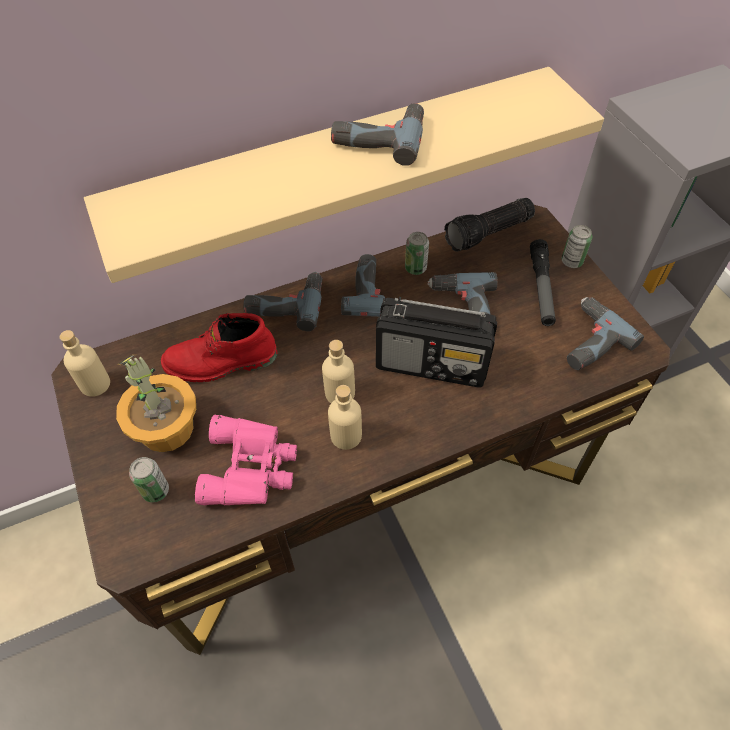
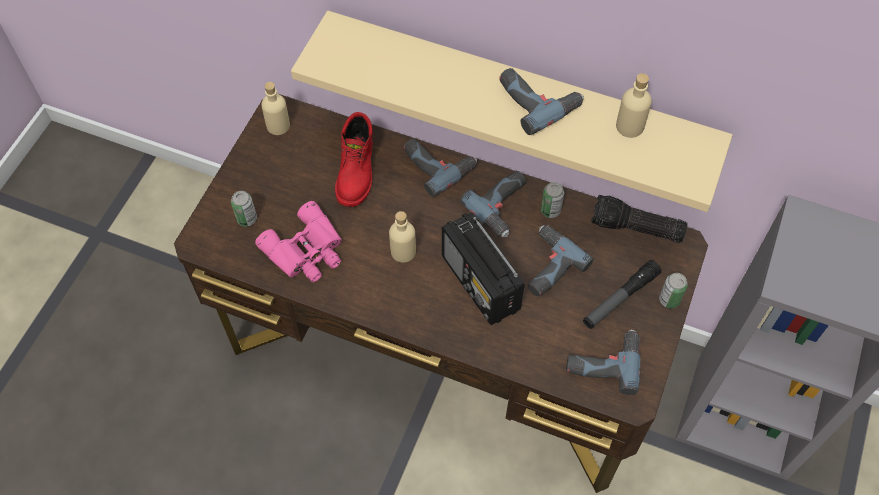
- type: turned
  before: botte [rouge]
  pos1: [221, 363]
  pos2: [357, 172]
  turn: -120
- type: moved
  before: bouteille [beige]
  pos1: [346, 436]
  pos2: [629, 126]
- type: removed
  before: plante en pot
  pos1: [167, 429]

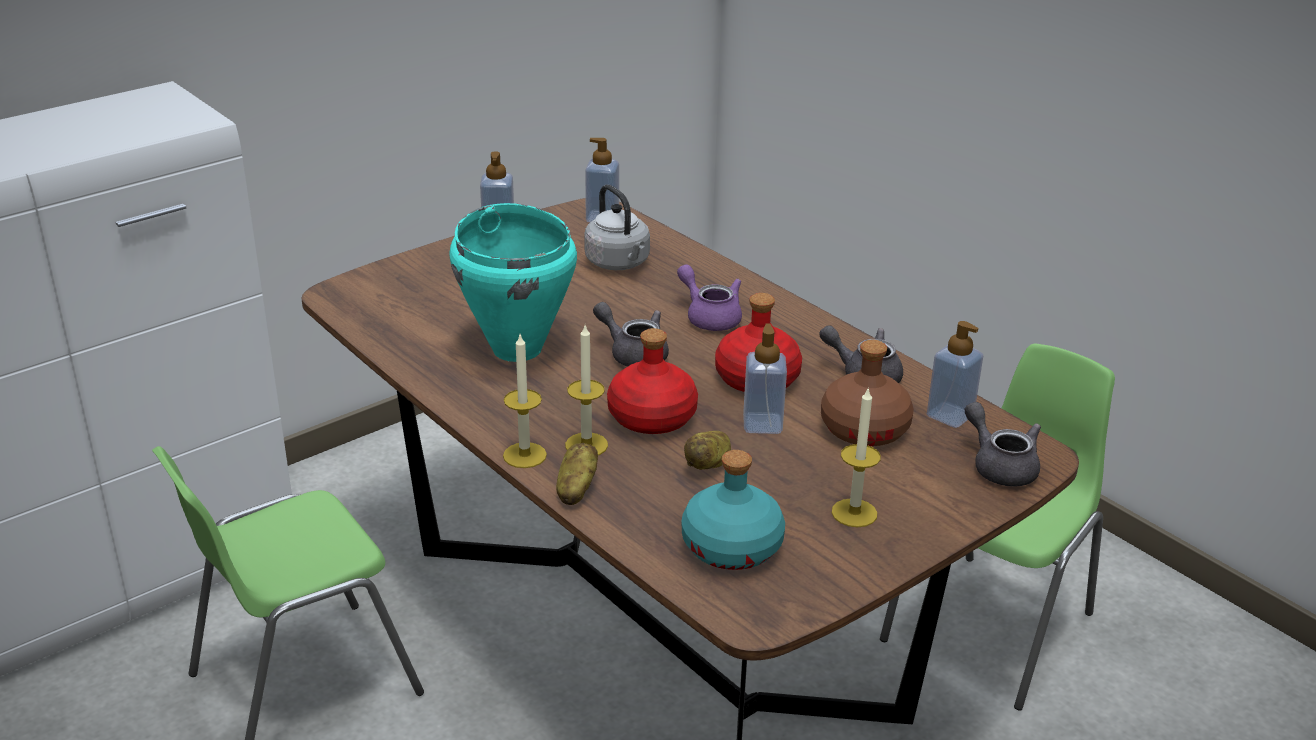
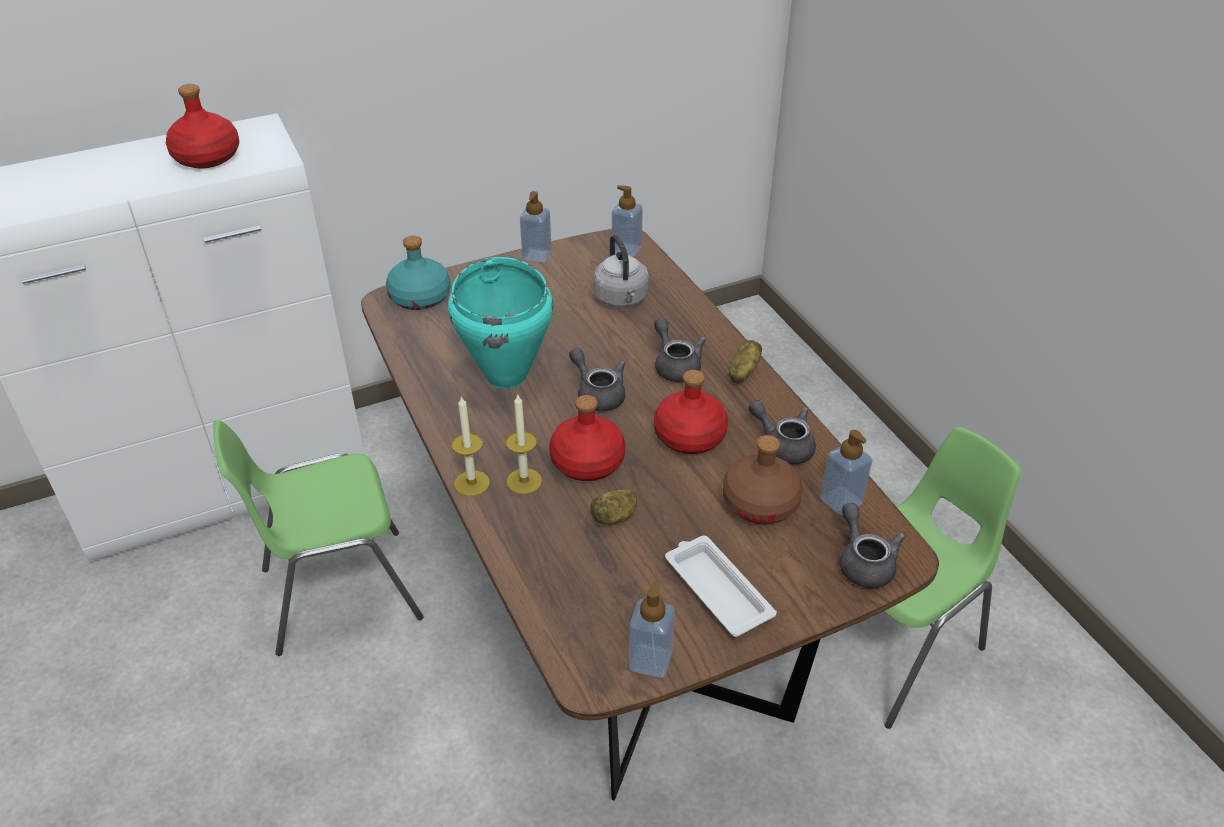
- type: added
  after: bouteille [rouge]
  pos2: [208, 157]
- type: moved
  before: bouteille [turquoise]
  pos1: [732, 548]
  pos2: [420, 298]
- type: moved
  before: distributeur de savon
  pos1: [762, 424]
  pos2: [650, 660]
- type: recoloured
  before: théière [violet]
  after: théière [gris]
  pos1: [709, 317]
  pos2: [675, 365]
- type: replaced
  before: bougie
  after: plateau [blanc]
  pos1: [854, 513]
  pos2: [716, 589]
- type: moved
  before: pomme de terre
  pos1: [575, 489]
  pos2: [743, 372]

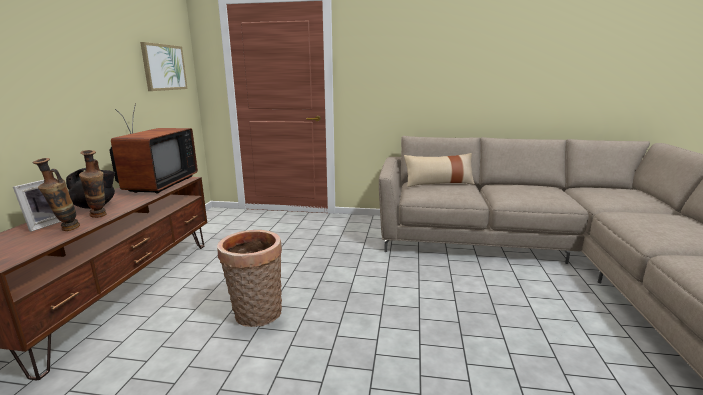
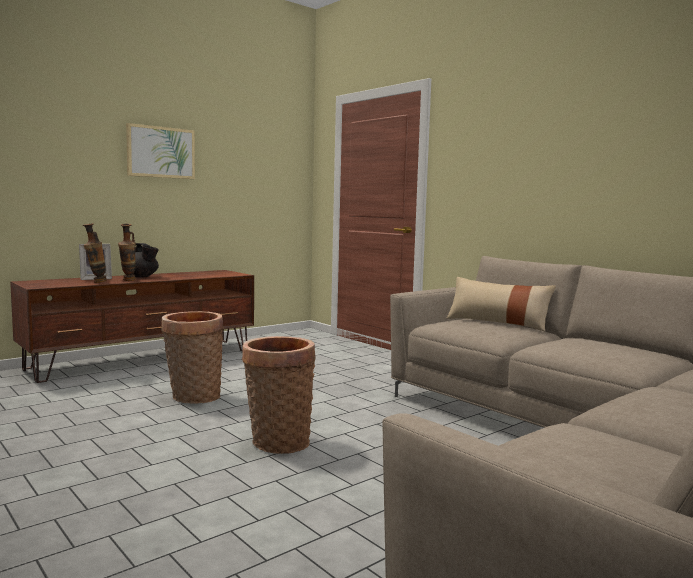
- type: moved
  before: tableau
  pos1: [164, 67]
  pos2: [161, 152]
- type: added
  after: panier
  pos2: [277, 442]
- type: removed
  before: téléviseur
  pos1: [157, 185]

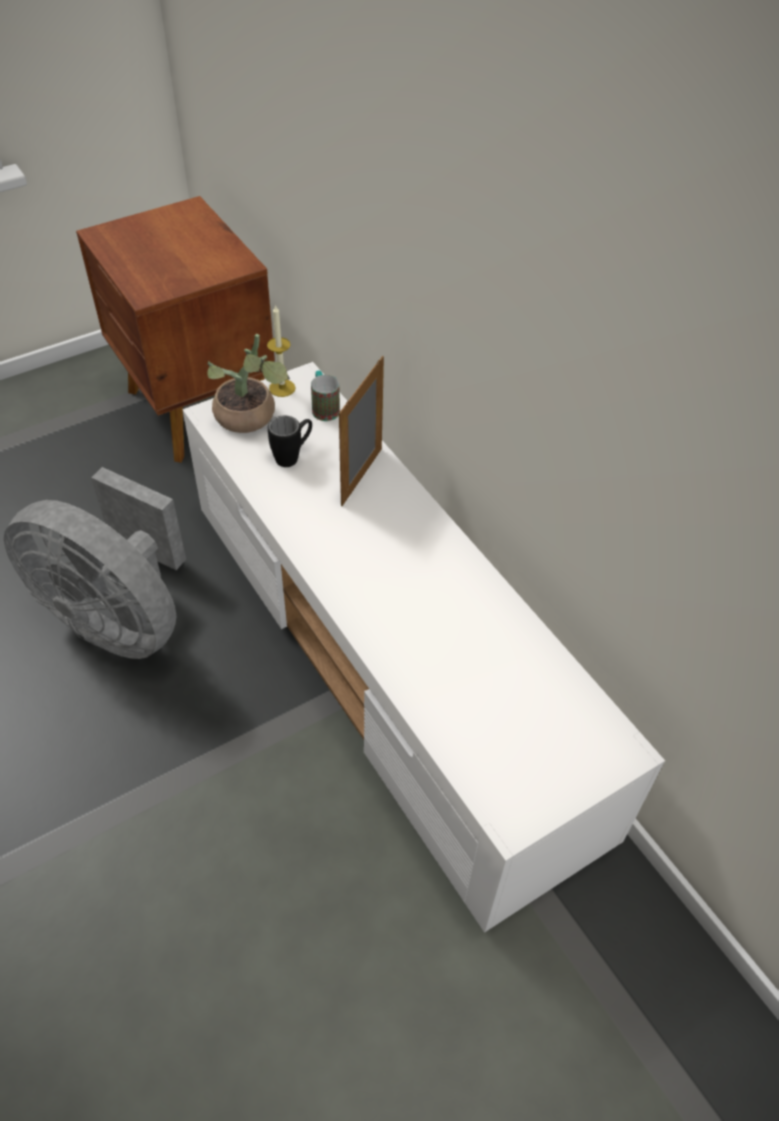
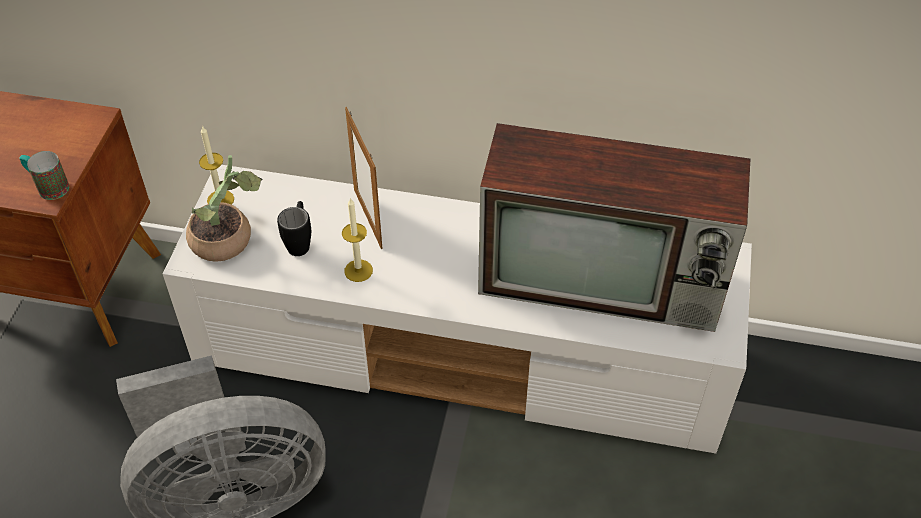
- type: moved
  before: mug
  pos1: [324, 407]
  pos2: [48, 186]
- type: added
  after: bougie
  pos2: [358, 270]
- type: added
  after: téléviseur
  pos2: [605, 280]

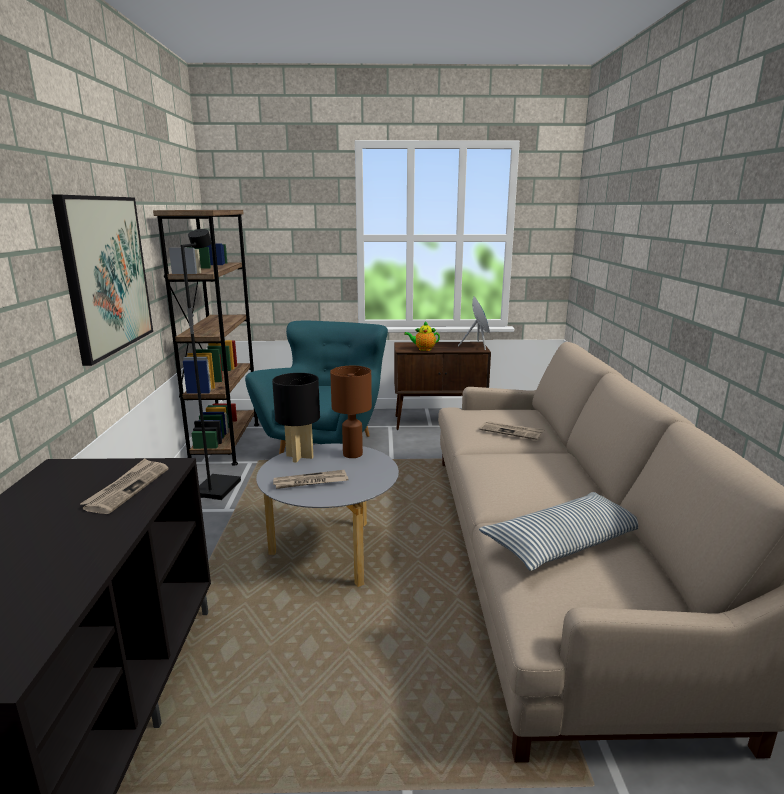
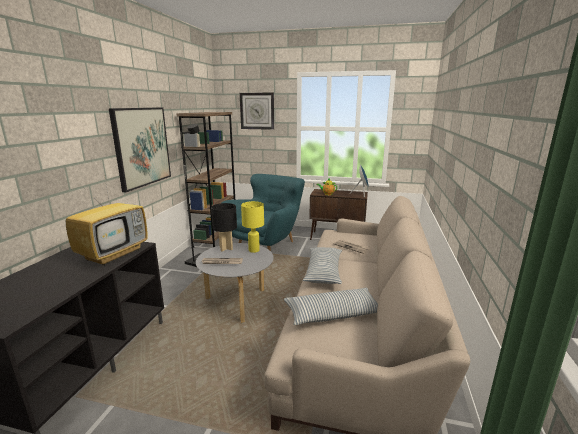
- type: replaced
  before: journal
  after: téléviseur
  pos1: [127, 488]
  pos2: [114, 254]
- type: added
  after: horloge murale
  pos2: [257, 111]
- type: recoloured
  before: lampe de table [marron]
  after: lampe de table [jaune]
  pos1: [352, 454]
  pos2: [254, 250]
- type: added
  after: coussin
  pos2: [323, 271]

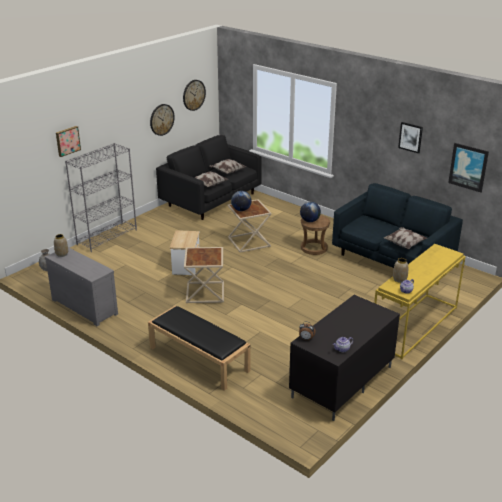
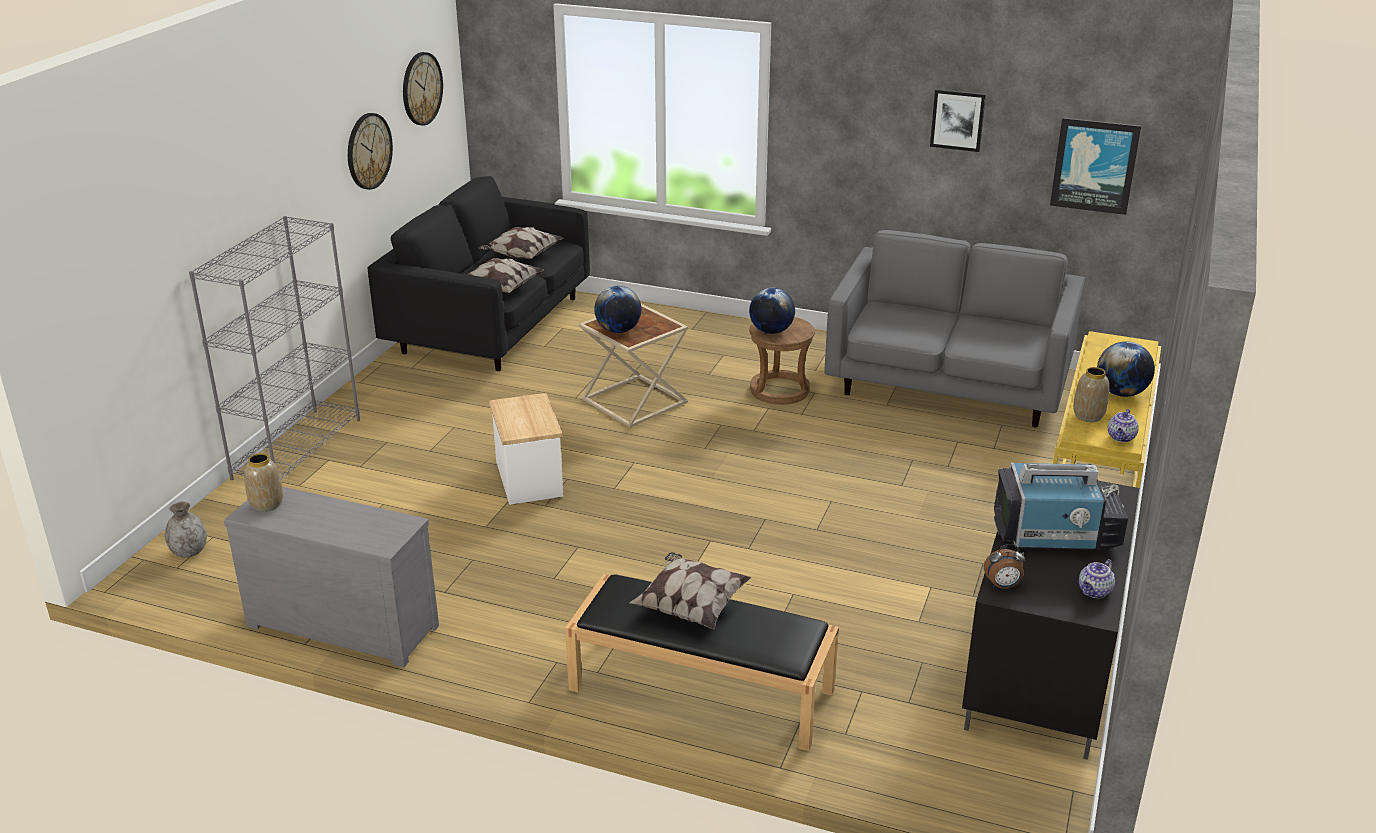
- type: moved
  before: coussin
  pos1: [404, 244]
  pos2: [691, 606]
- type: recoloured
  before: canapé [bleu]
  after: canapé [gris]
  pos1: [392, 259]
  pos2: [948, 384]
- type: added
  after: téléviseur
  pos2: [1056, 535]
- type: added
  after: globe
  pos2: [1121, 393]
- type: removed
  before: tableau
  pos1: [67, 141]
- type: removed
  before: table d'appoint [beige]
  pos1: [204, 292]

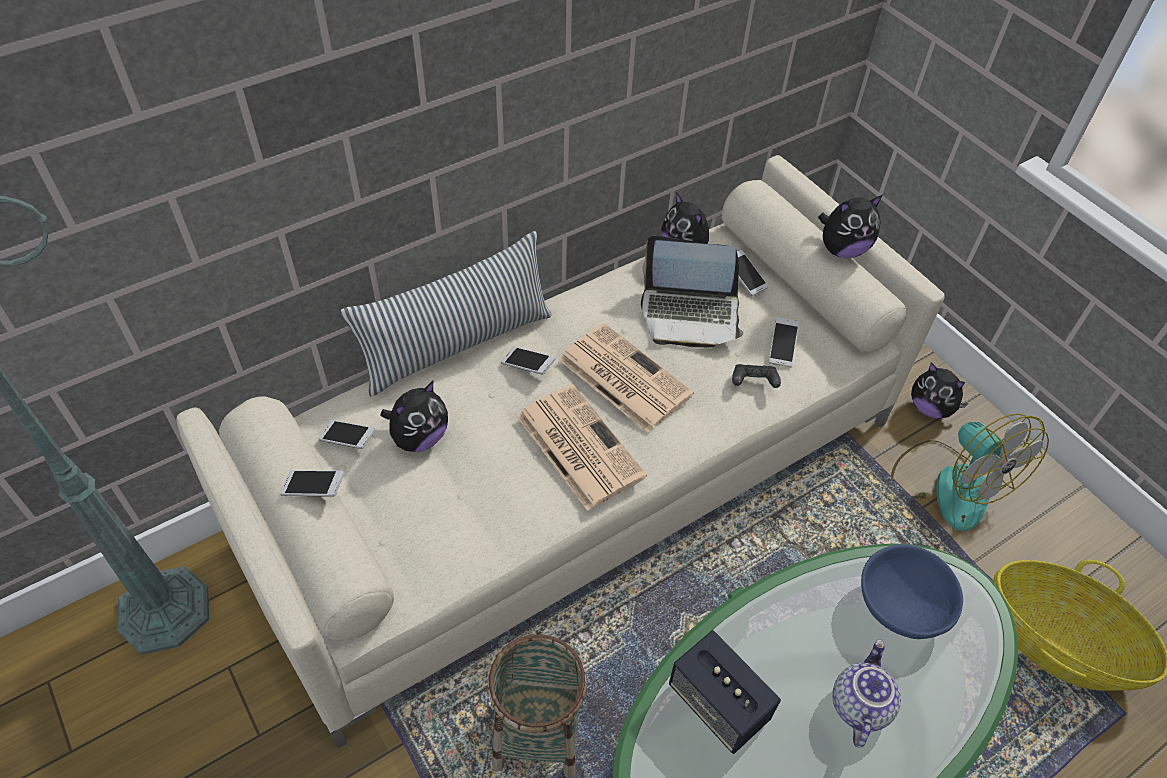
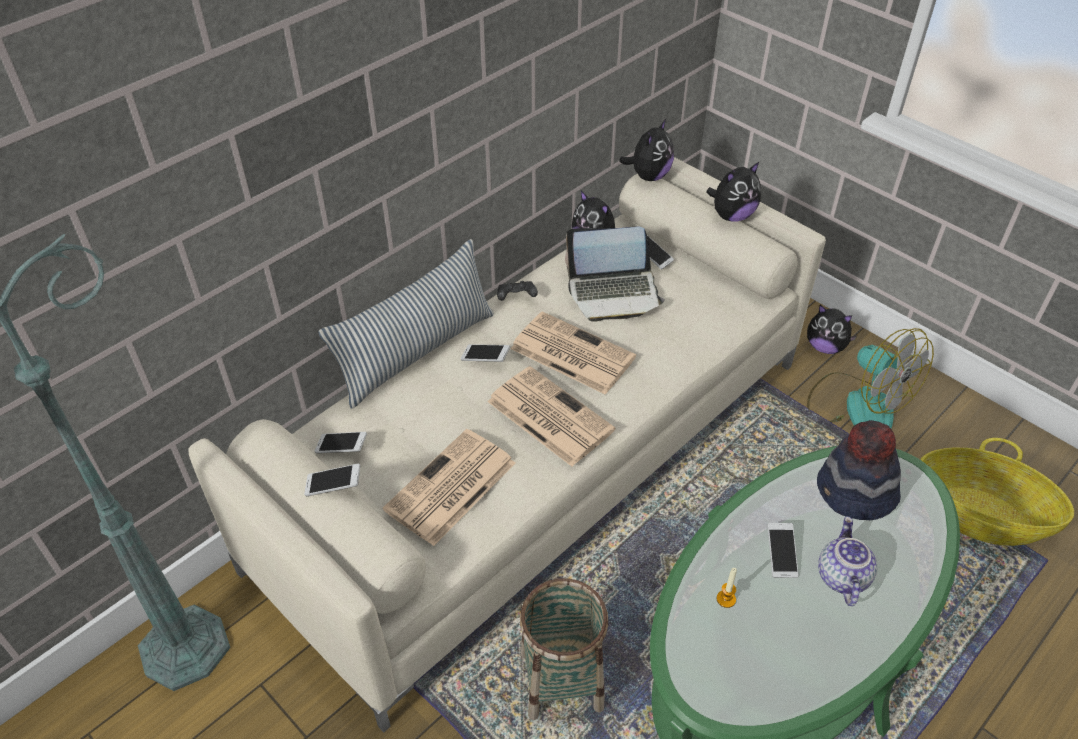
- type: added
  after: journal
  pos2: [450, 488]
- type: moved
  before: manette [noir]
  pos1: [753, 382]
  pos2: [516, 297]
- type: moved
  before: peluche
  pos1: [419, 438]
  pos2: [648, 176]
- type: replaced
  before: enceinte
  after: bougie
  pos1: [718, 703]
  pos2: [726, 599]
- type: moved
  before: téléphone
  pos1: [782, 347]
  pos2: [781, 555]
- type: replaced
  before: bol [bleu]
  after: chapeau
  pos1: [902, 607]
  pos2: [855, 493]

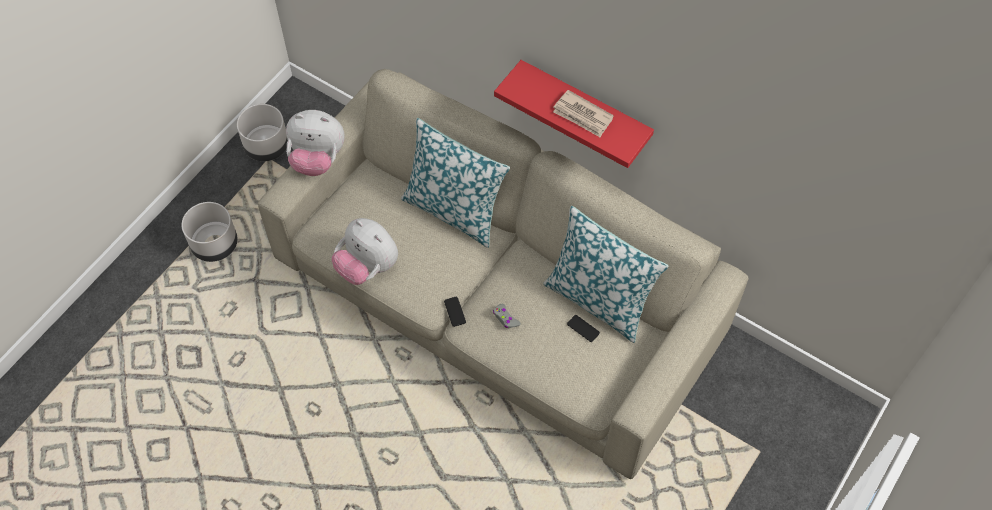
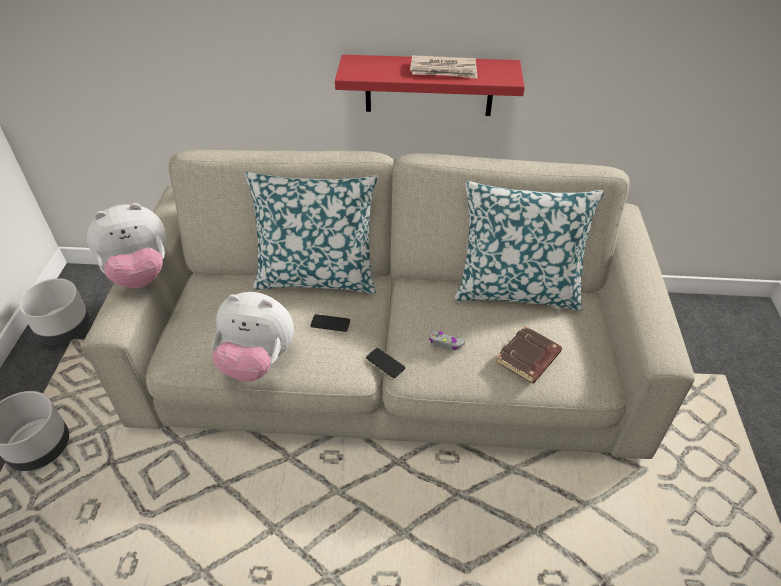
- type: moved
  before: téléphone
  pos1: [583, 328]
  pos2: [330, 323]
- type: added
  after: livre [marron]
  pos2: [528, 358]

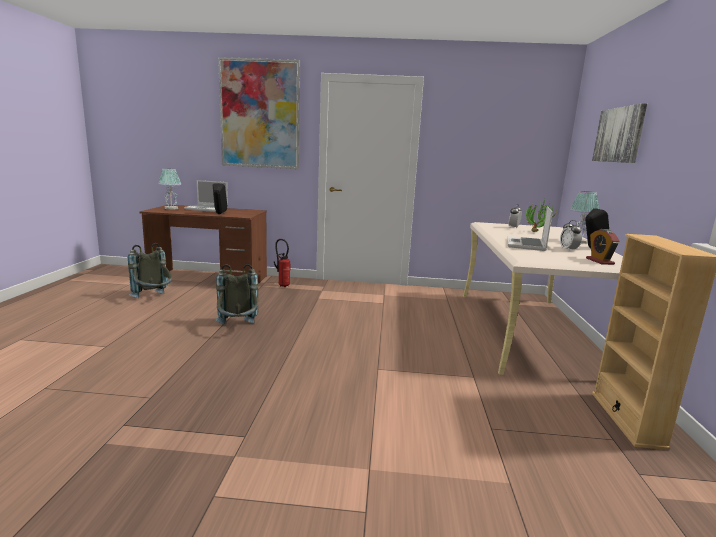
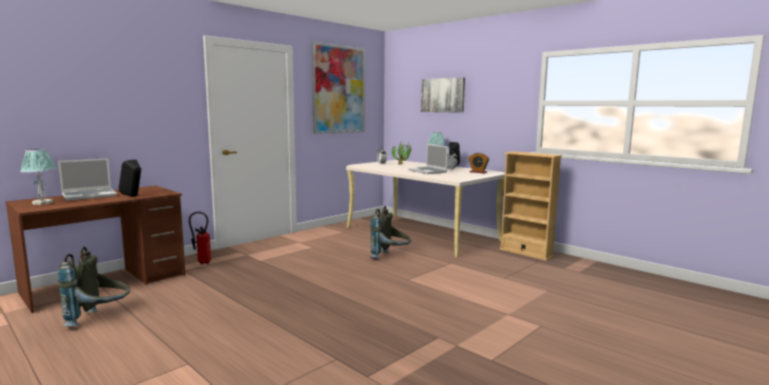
- type: moved
  before: tableau
  pos1: [260, 114]
  pos2: [339, 89]
- type: moved
  before: sac à dos [gris]
  pos1: [238, 328]
  pos2: [391, 257]

